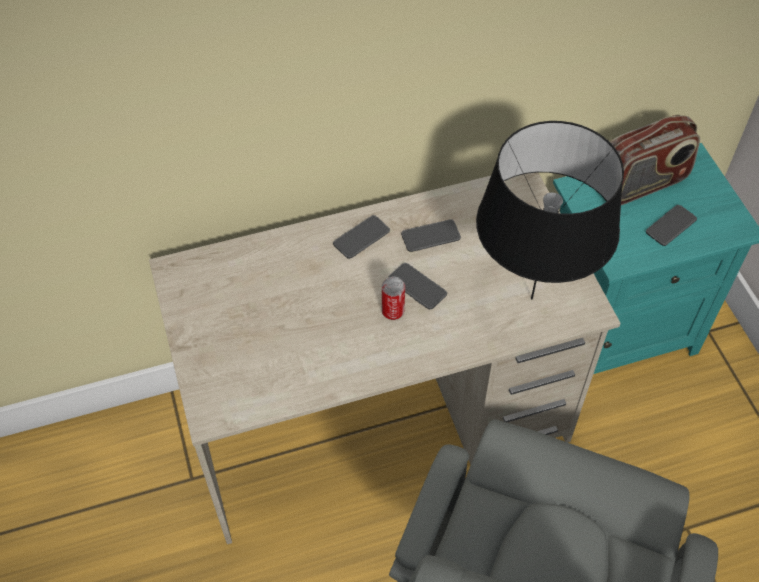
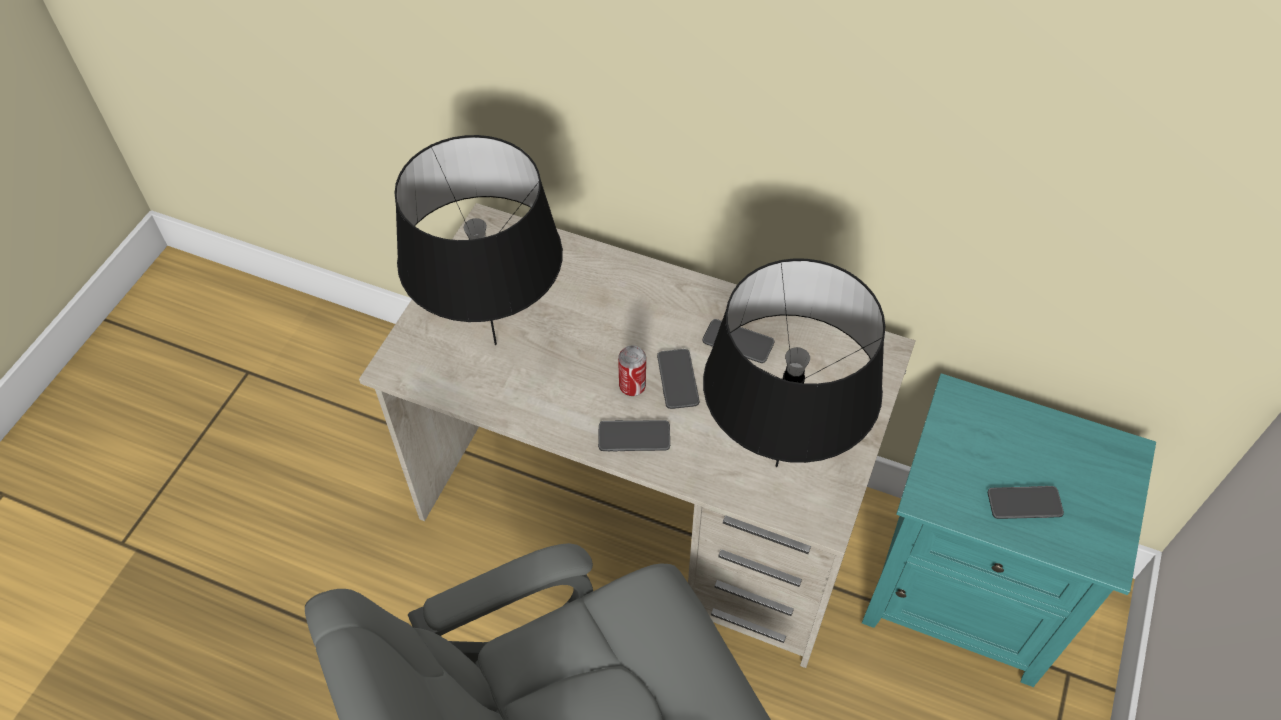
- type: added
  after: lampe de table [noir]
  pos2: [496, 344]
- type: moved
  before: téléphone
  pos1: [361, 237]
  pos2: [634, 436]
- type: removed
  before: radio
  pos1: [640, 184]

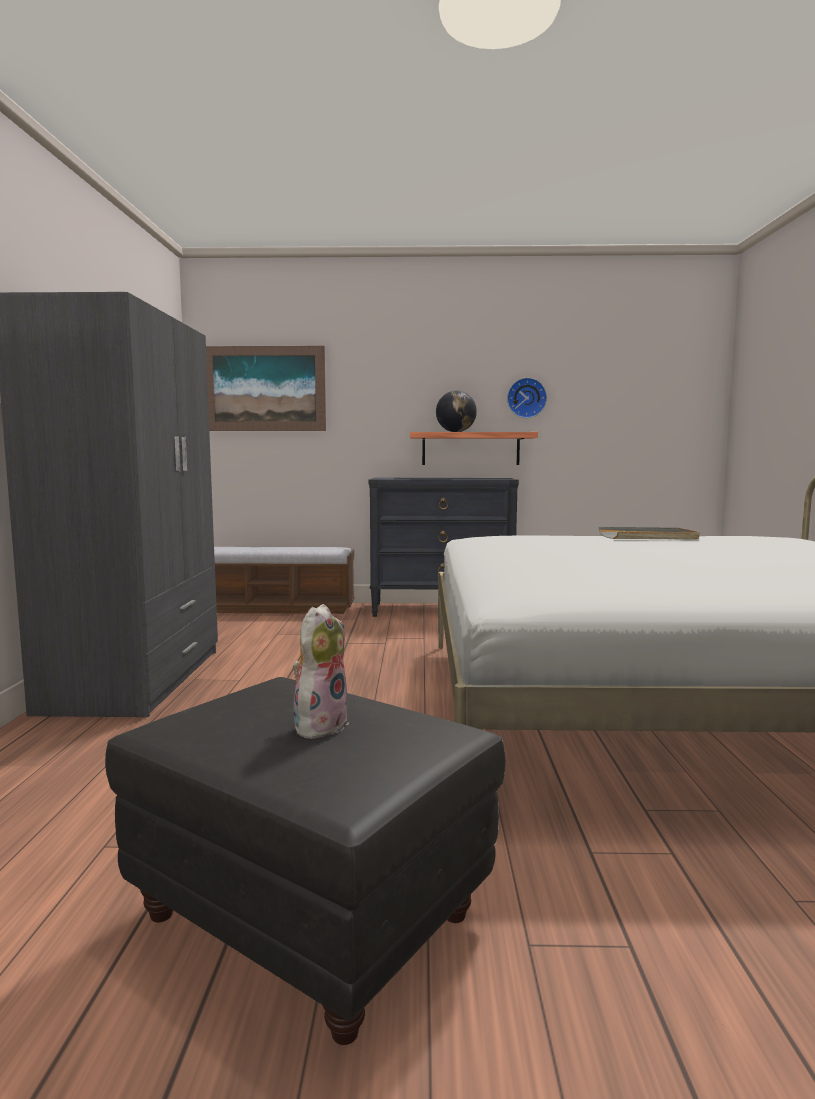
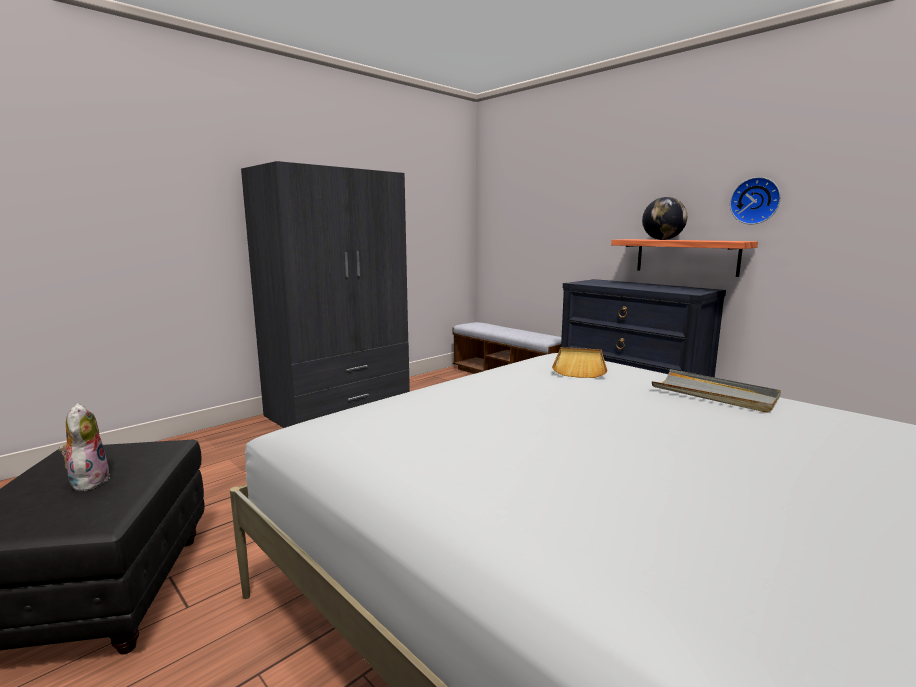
- type: turned
  before: peluche
  pos1: [319, 725]
  pos2: [88, 481]
  turn: -90
- type: added
  after: plateau [beige]
  pos2: [579, 365]
- type: removed
  before: tableau
  pos1: [265, 389]

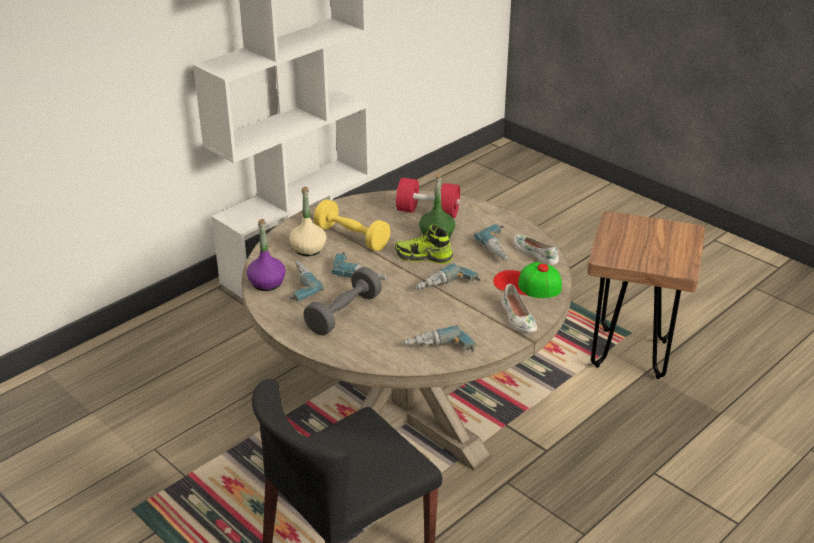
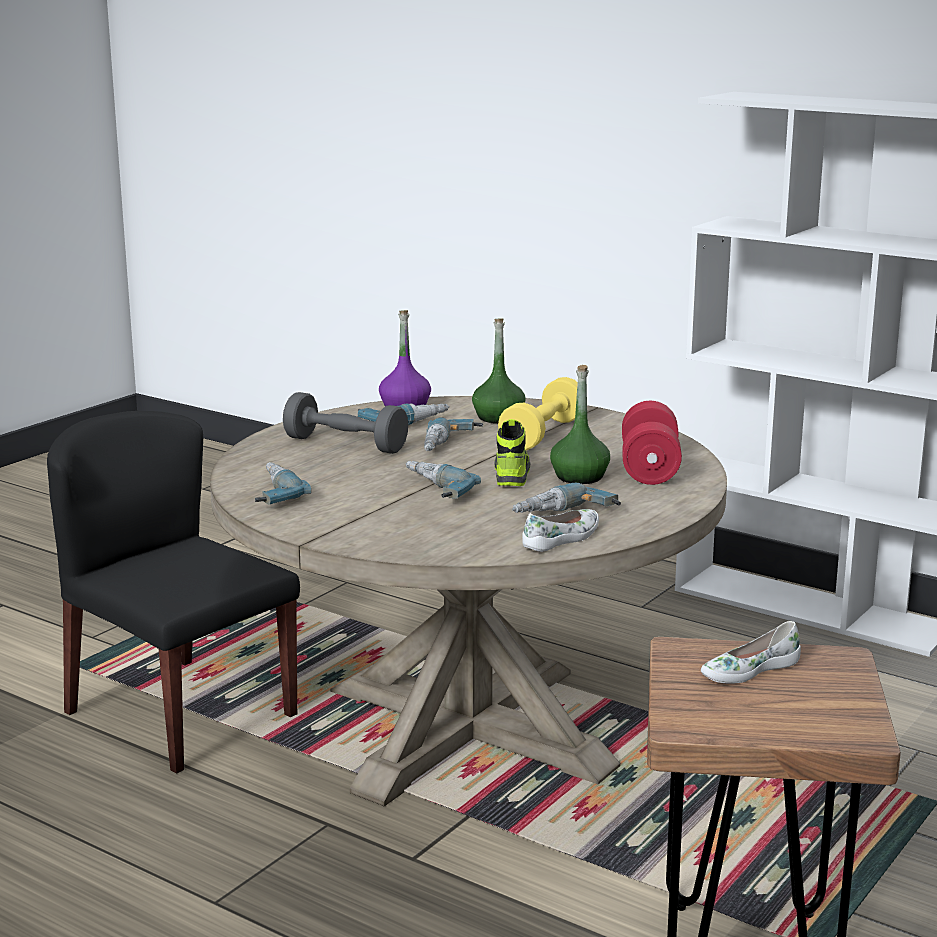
- type: recoloured
  before: bouteille [beige]
  after: bouteille [vert]
  pos1: [308, 249]
  pos2: [498, 417]
- type: moved
  before: chaussure [blanc]
  pos1: [517, 318]
  pos2: [749, 670]
- type: removed
  before: casquette
  pos1: [527, 284]

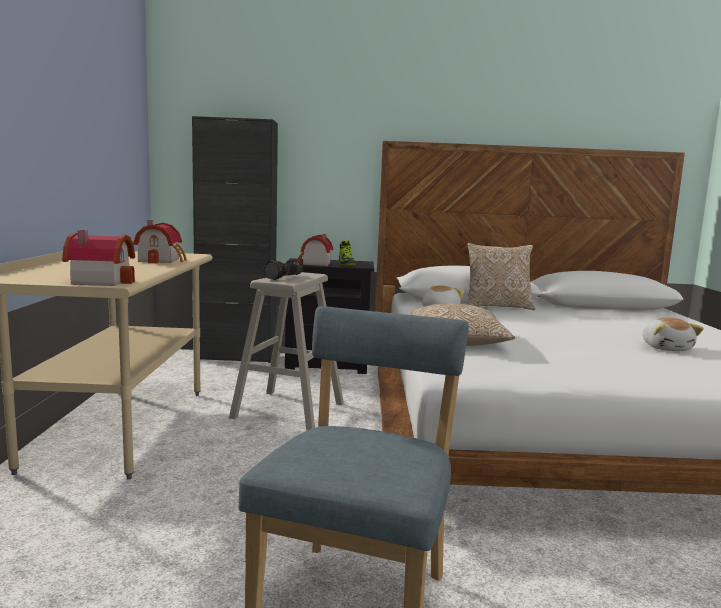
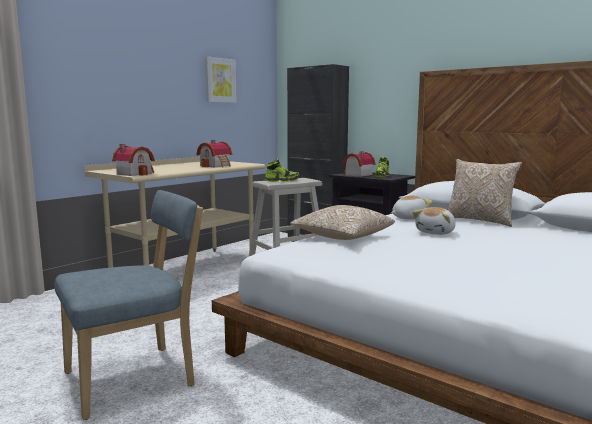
- type: added
  after: tableau
  pos2: [220, 80]
- type: replaced
  before: lampe de poche
  after: chaussure
  pos1: [285, 277]
  pos2: [281, 180]
- type: moved
  before: peluche
  pos1: [667, 348]
  pos2: [436, 232]

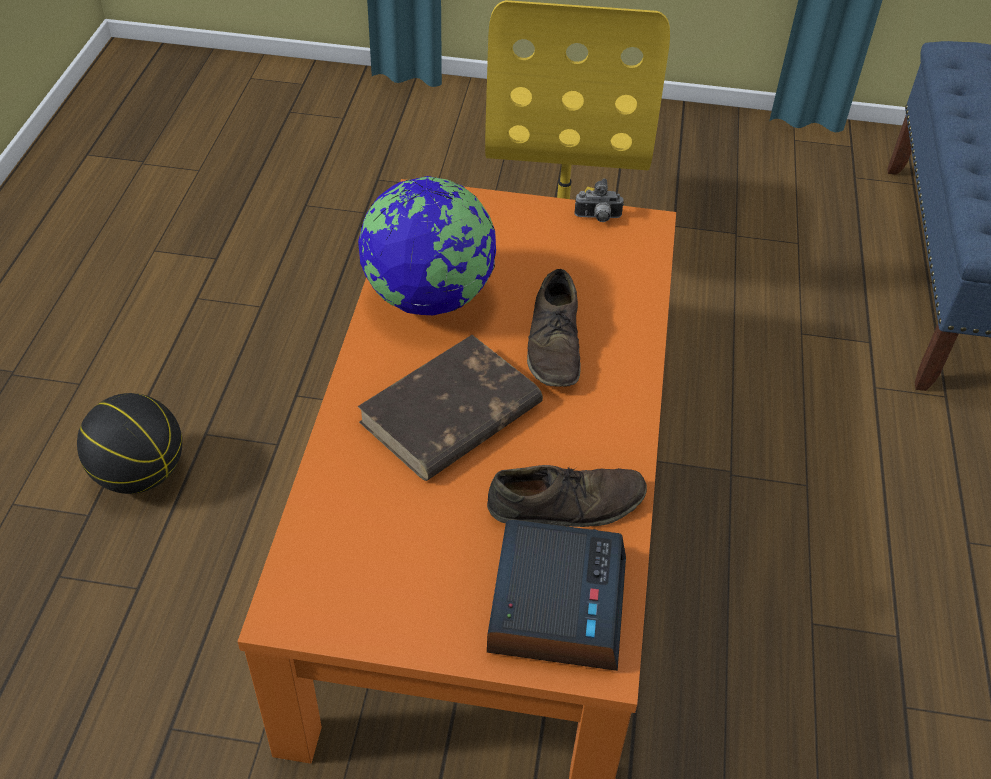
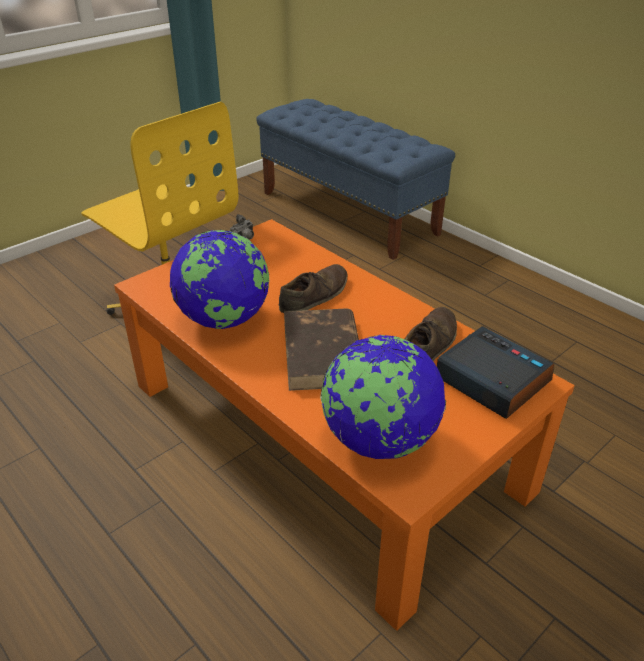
- type: turned
  before: chaussure [marron]
  pos1: [554, 344]
  pos2: [314, 295]
  turn: -90
- type: added
  after: globe
  pos2: [379, 440]
- type: removed
  before: ballon de basket
  pos1: [140, 473]

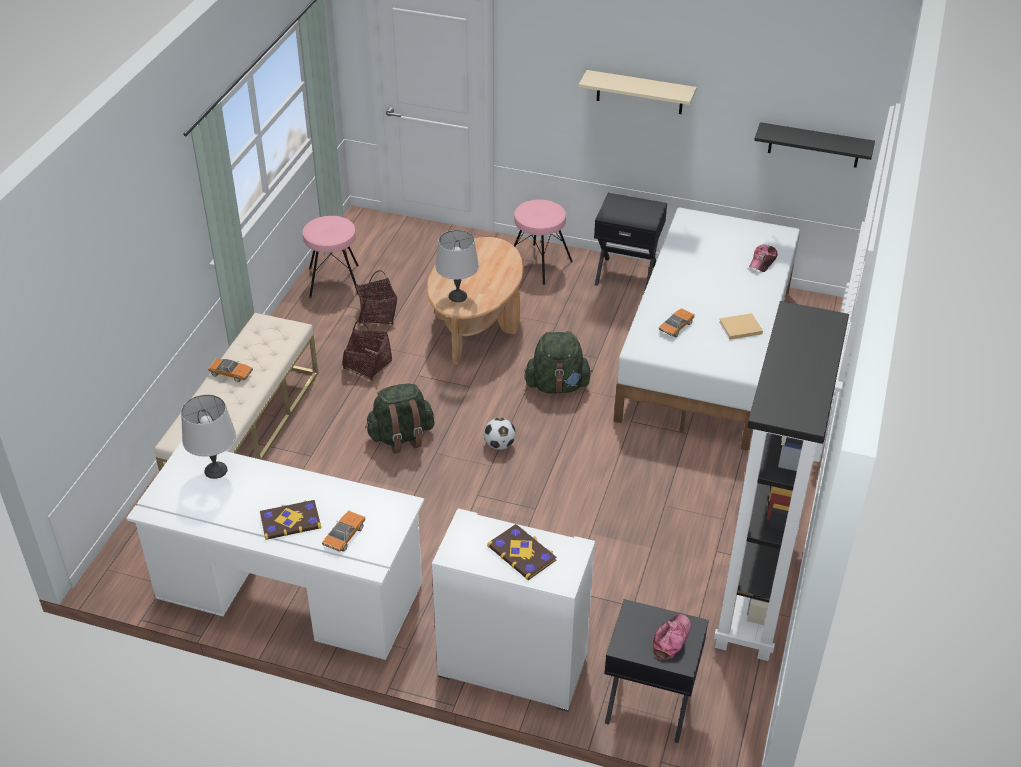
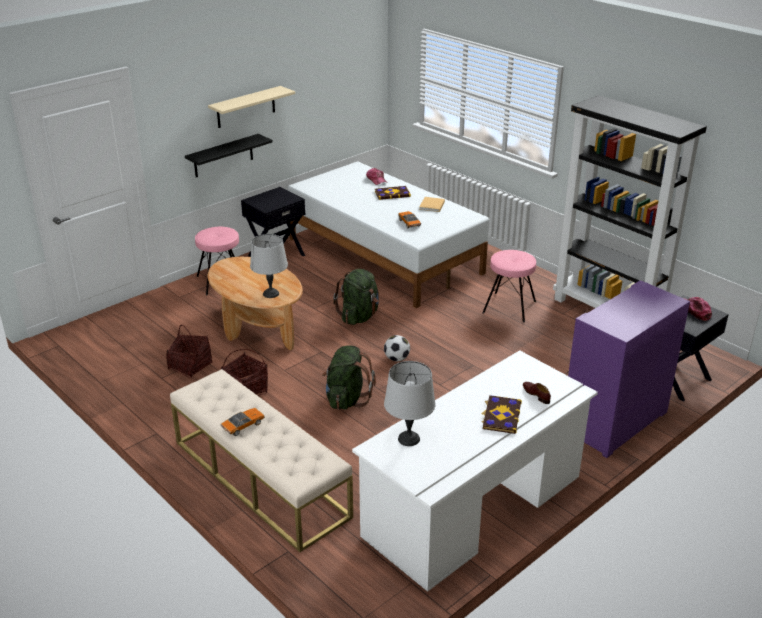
- type: moved
  before: étagère [noir]
  pos1: [814, 145]
  pos2: [223, 156]
- type: moved
  before: livre
  pos1: [522, 553]
  pos2: [392, 194]
- type: moved
  before: tabouret [rose]
  pos1: [333, 281]
  pos2: [509, 307]
- type: replaced
  before: petite voiture
  after: chaussure [marron]
  pos1: [344, 535]
  pos2: [536, 394]
- type: recoloured
  before: meuble de rangement [blanc]
  after: meuble de rangement [violet]
  pos1: [511, 666]
  pos2: [615, 422]

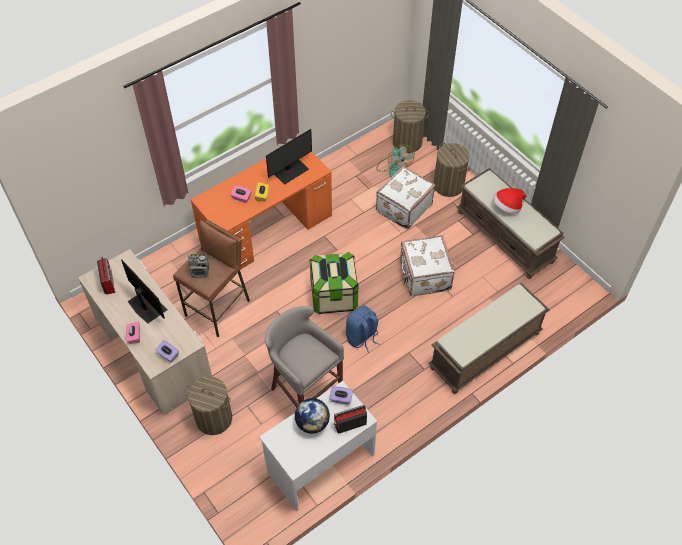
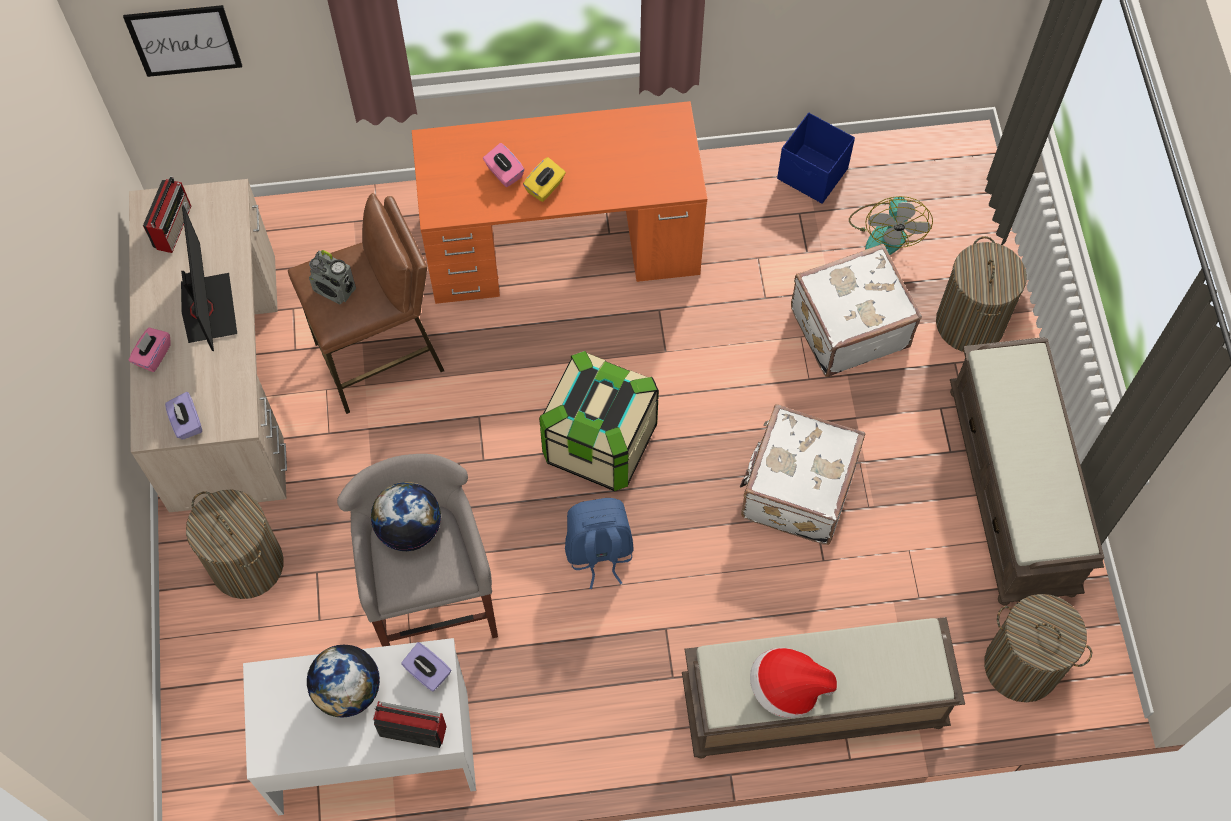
- type: added
  after: tableau
  pos2: [184, 40]
- type: added
  after: globe
  pos2: [409, 528]
- type: moved
  before: chapeau
  pos1: [507, 207]
  pos2: [787, 688]
- type: added
  after: boîte de rangement [bleu]
  pos2: [813, 175]
- type: moved
  before: panier à linge
  pos1: [407, 142]
  pos2: [1021, 666]
- type: removed
  before: écran d'ordinateur
  pos1: [289, 170]

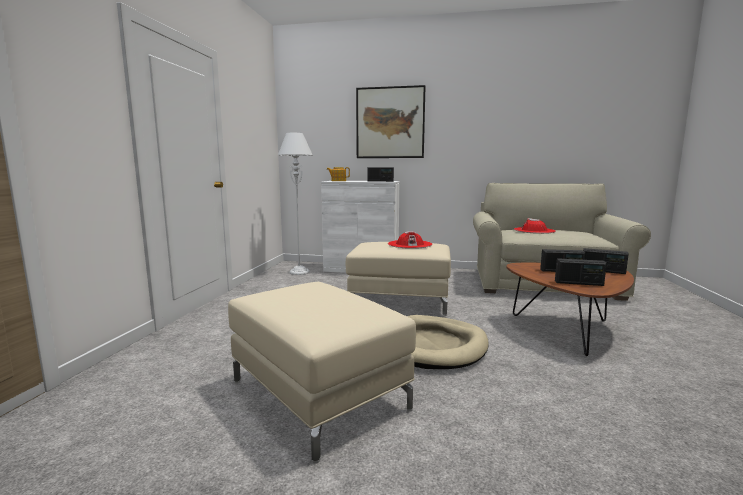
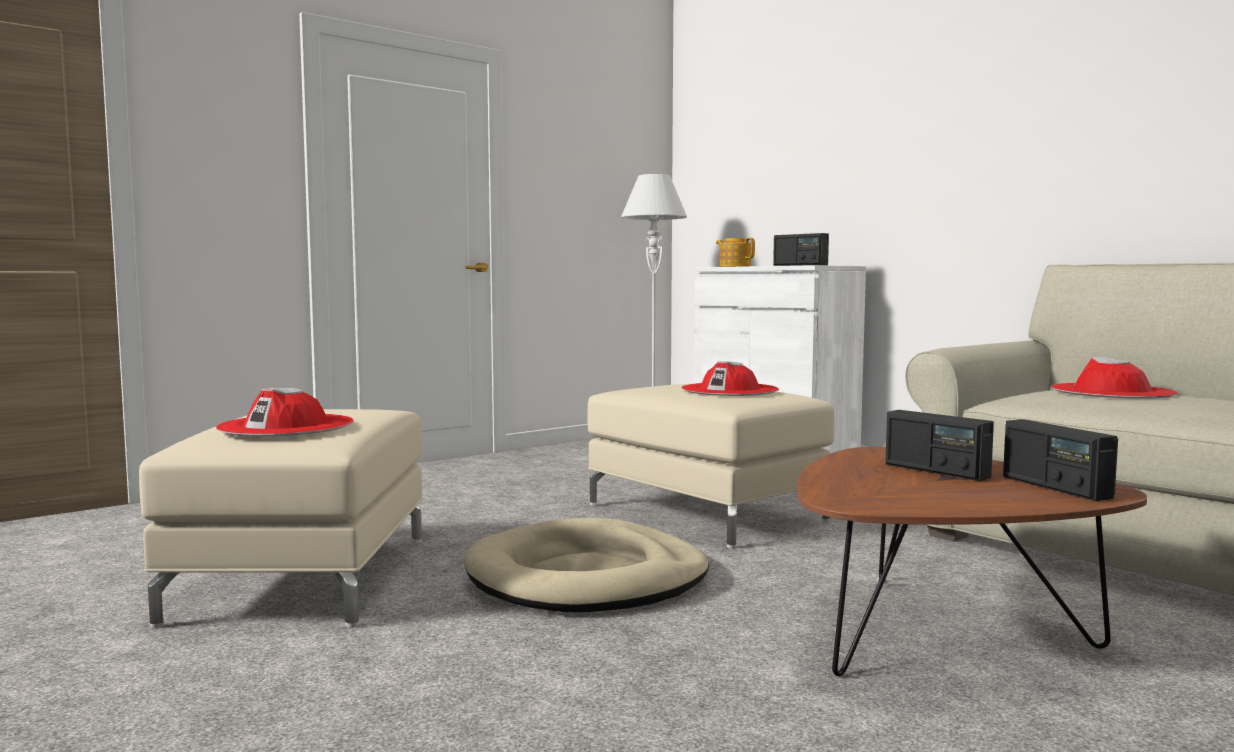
- type: added
  after: chapeau [rouge]
  pos2: [286, 426]
- type: removed
  before: tableau
  pos1: [390, 123]
- type: removed
  before: radio
  pos1: [578, 283]

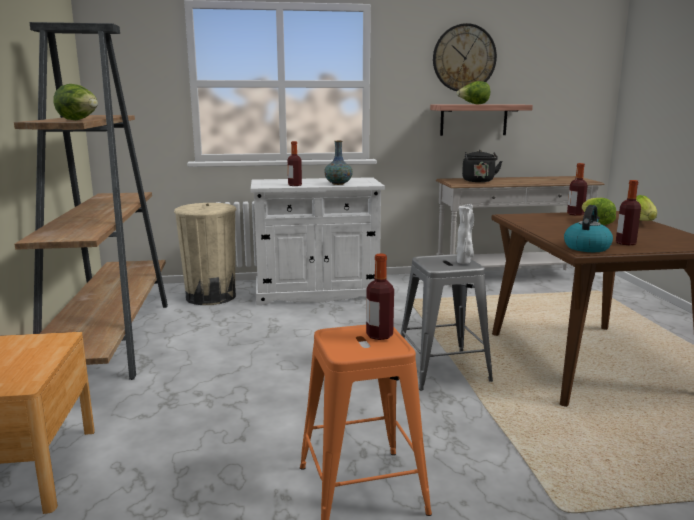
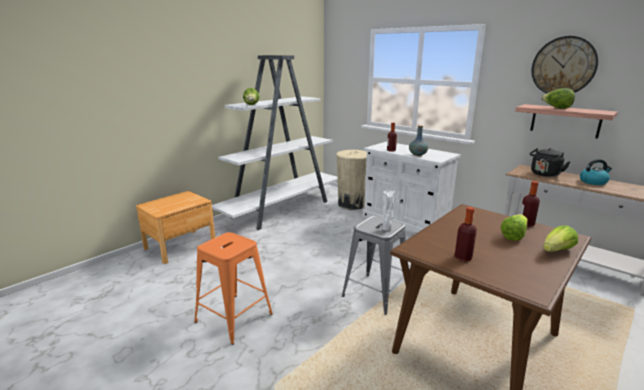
- type: recoloured
  before: bibliothèque [marron]
  after: bibliothèque [blanc]
  pos1: [110, 338]
  pos2: [282, 209]
- type: moved
  before: bouilloire
  pos1: [586, 247]
  pos2: [593, 182]
- type: removed
  before: bouteille
  pos1: [379, 335]

